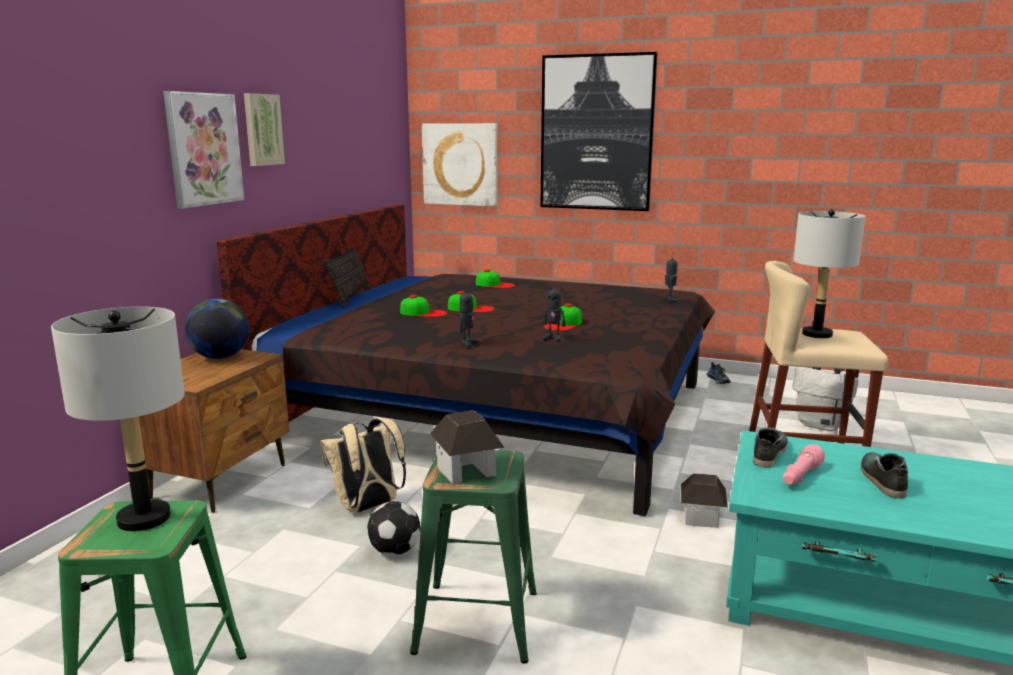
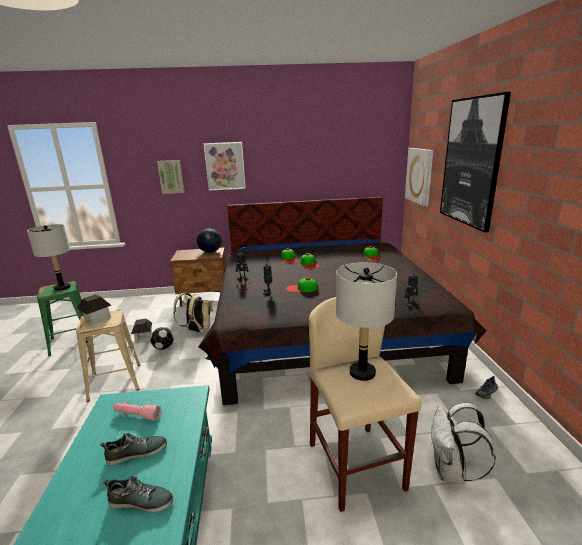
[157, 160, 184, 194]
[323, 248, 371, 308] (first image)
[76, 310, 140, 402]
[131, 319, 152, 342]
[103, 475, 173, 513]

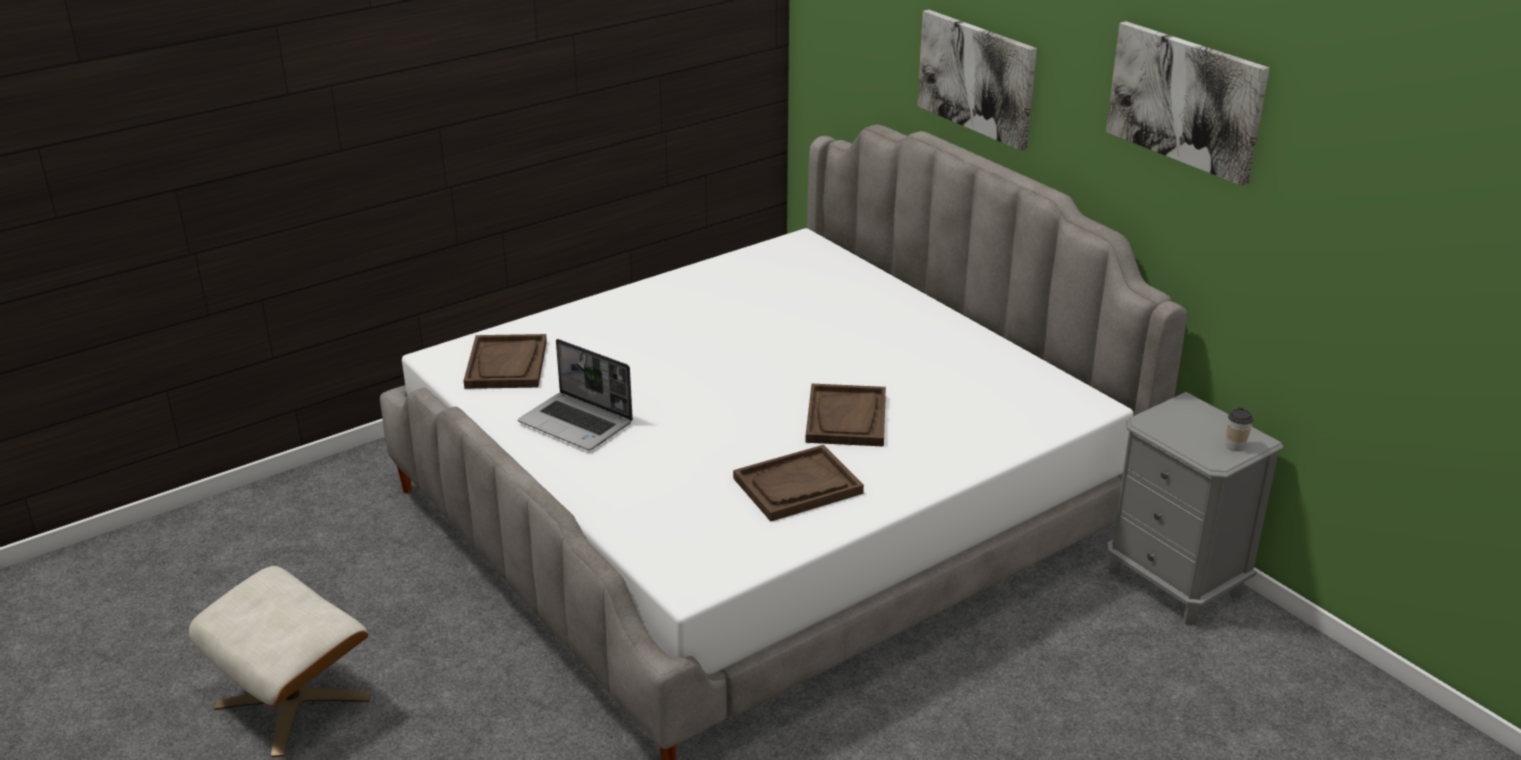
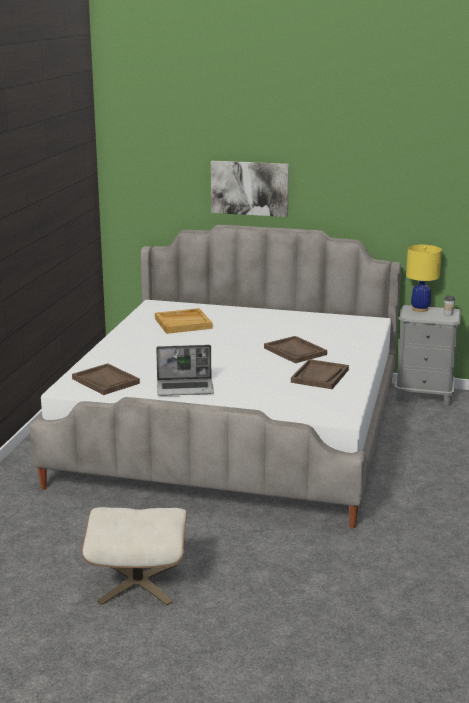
[1106, 21, 1270, 186] (first image)
[155, 308, 213, 334]
[406, 245, 442, 312]

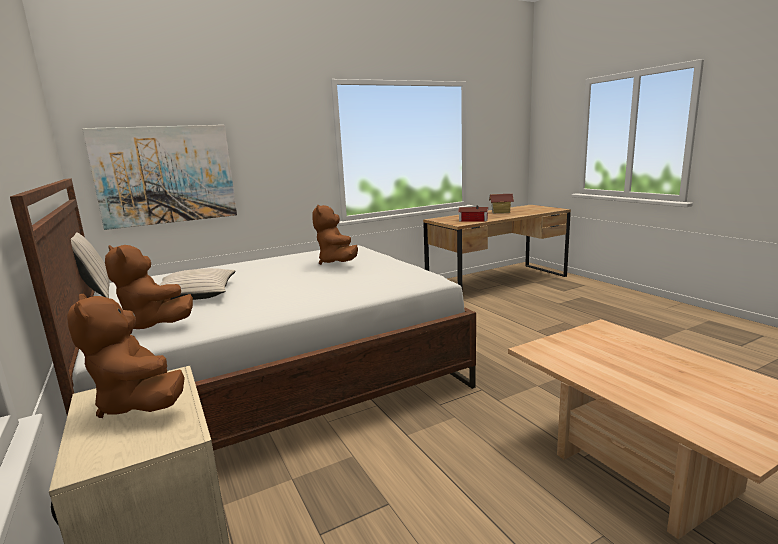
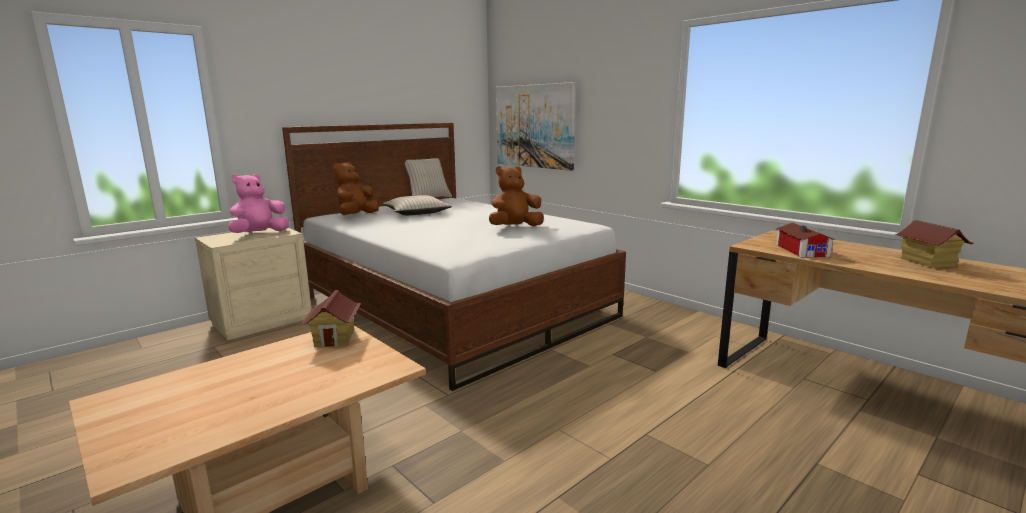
[228, 174, 289, 233]
[301, 290, 361, 347]

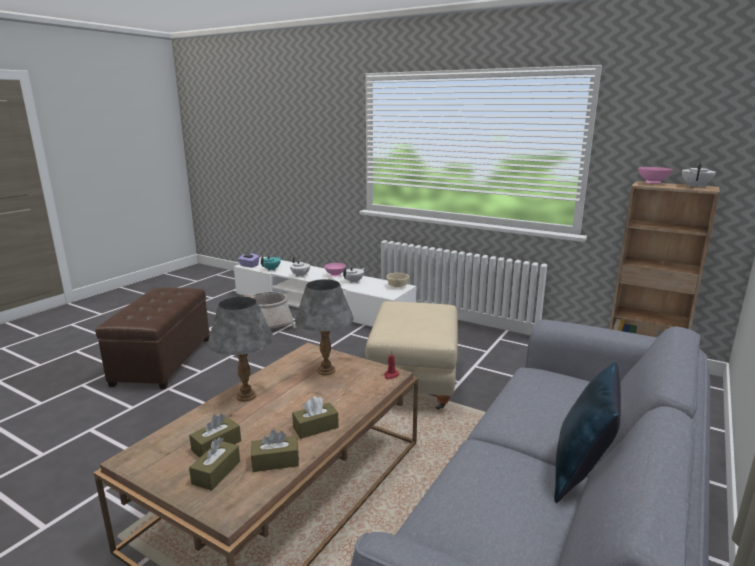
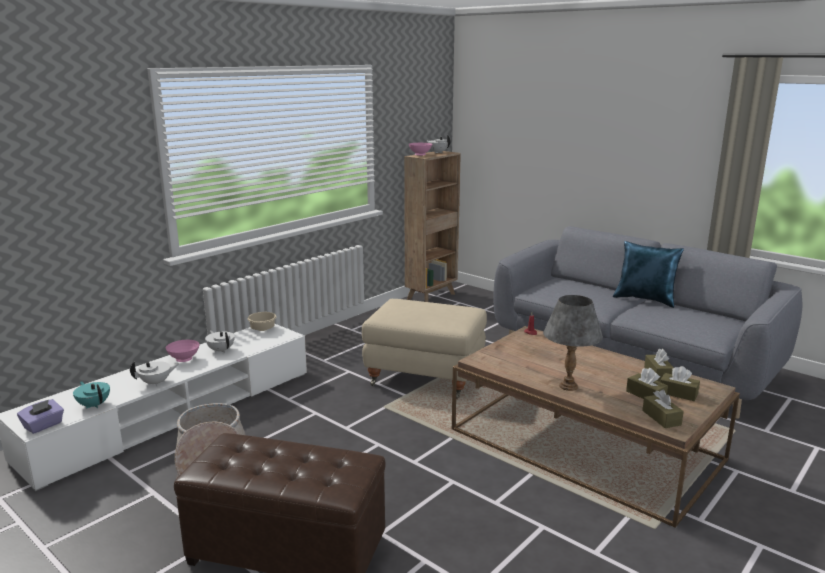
[642, 390, 684, 428]
[295, 279, 354, 375] (first image)

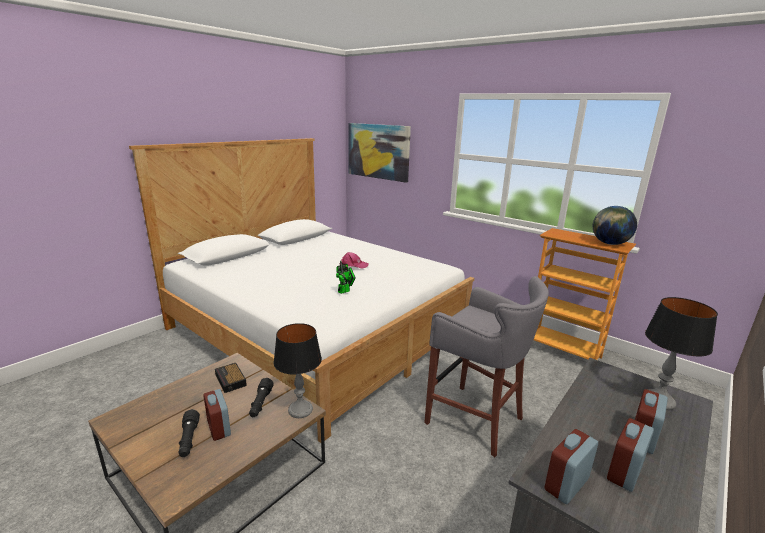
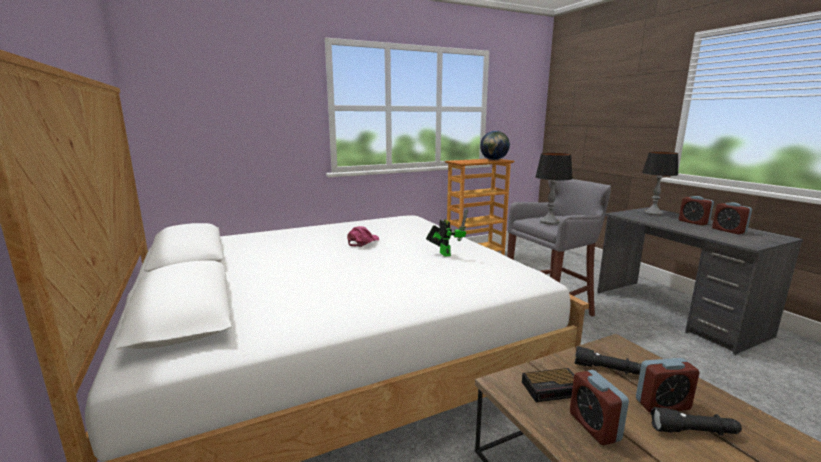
[535, 153, 573, 225]
[348, 123, 411, 183] (first image)
[570, 370, 629, 445]

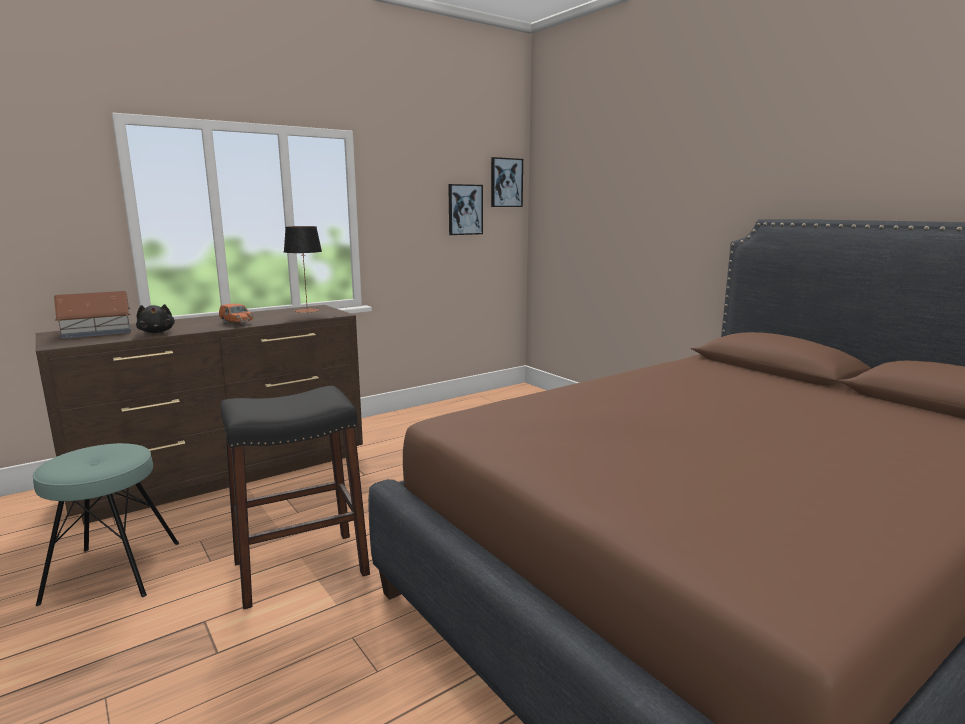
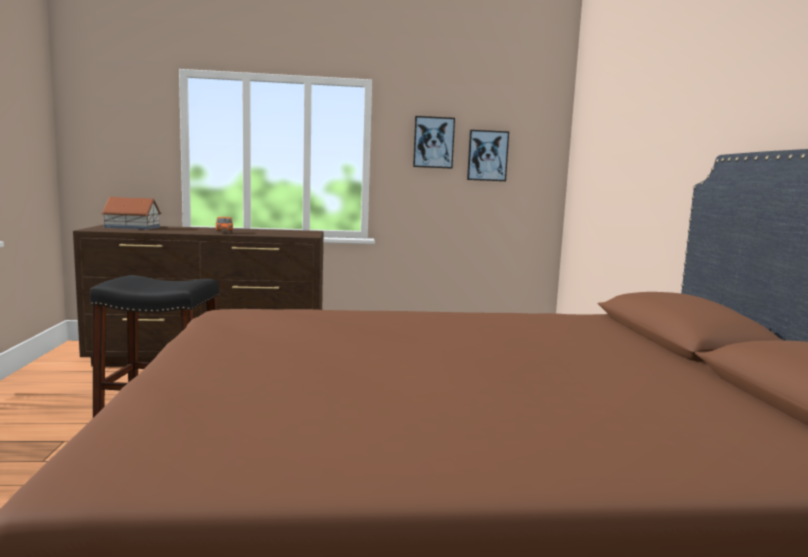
[33, 443, 179, 606] (first image)
[136, 304, 175, 333] (first image)
[284, 226, 322, 313] (first image)
[413, 116, 455, 169]

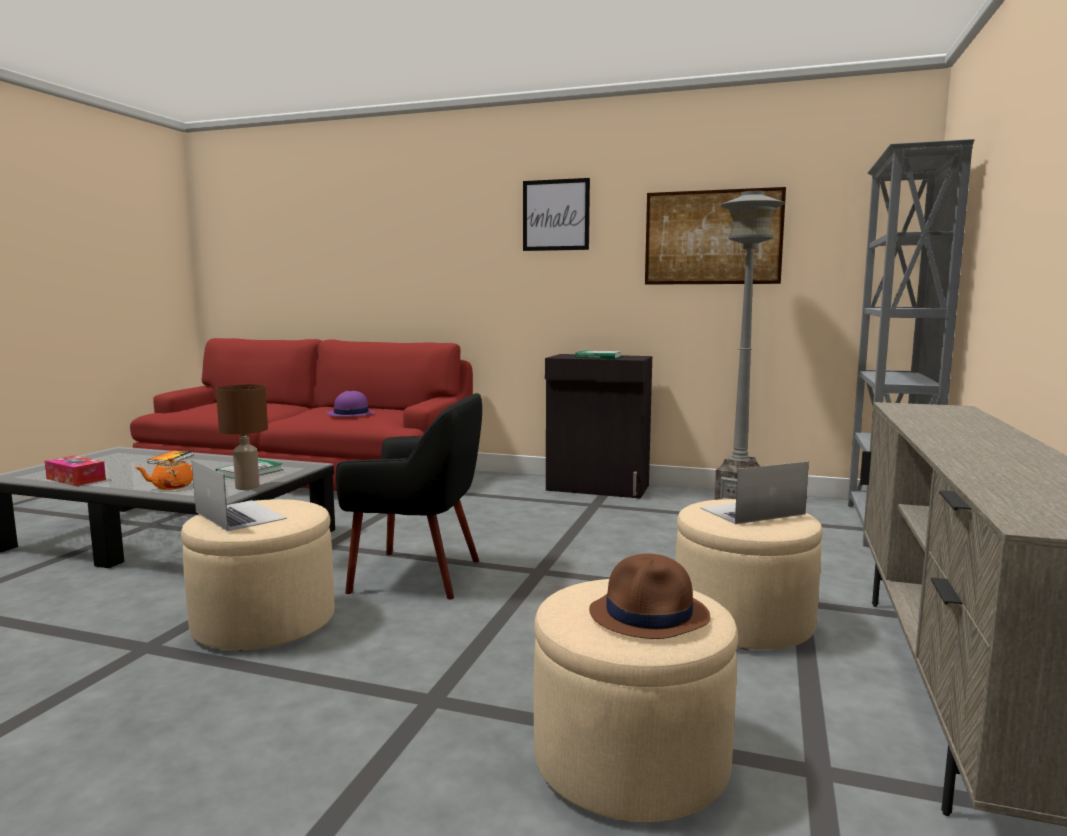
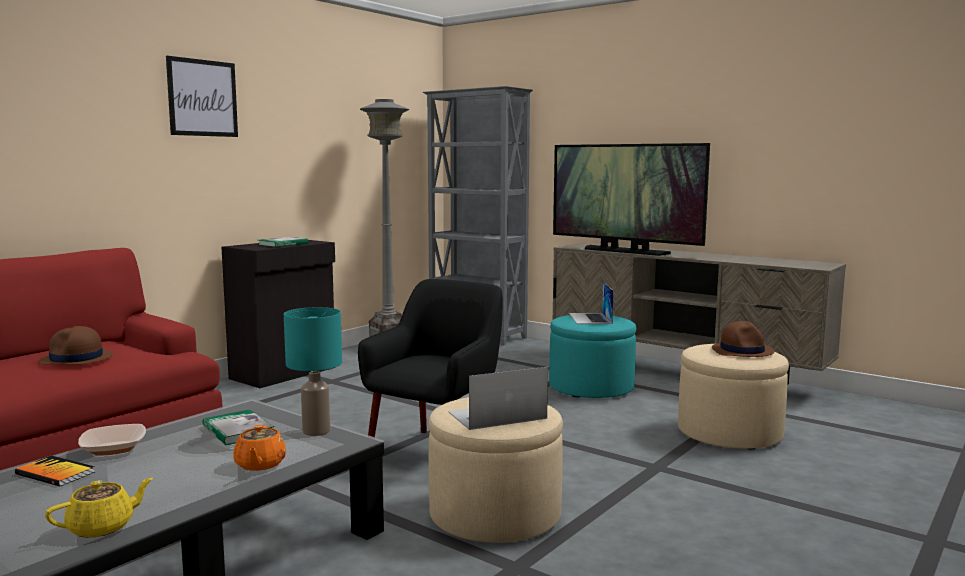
[45, 478, 153, 538]
[284, 307, 342, 436]
[38, 326, 113, 365]
[645, 187, 786, 285] (first image)
[549, 315, 636, 398]
[78, 424, 146, 456]
[553, 143, 710, 256]

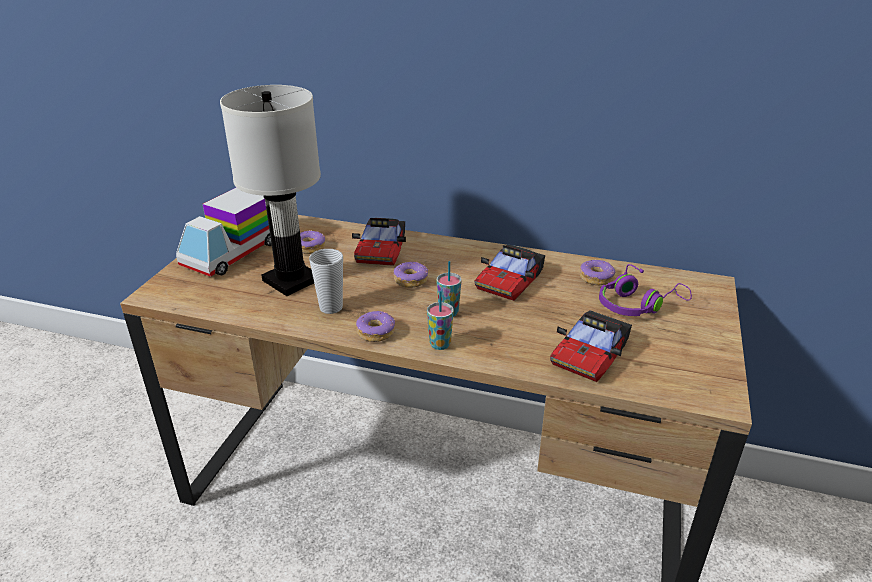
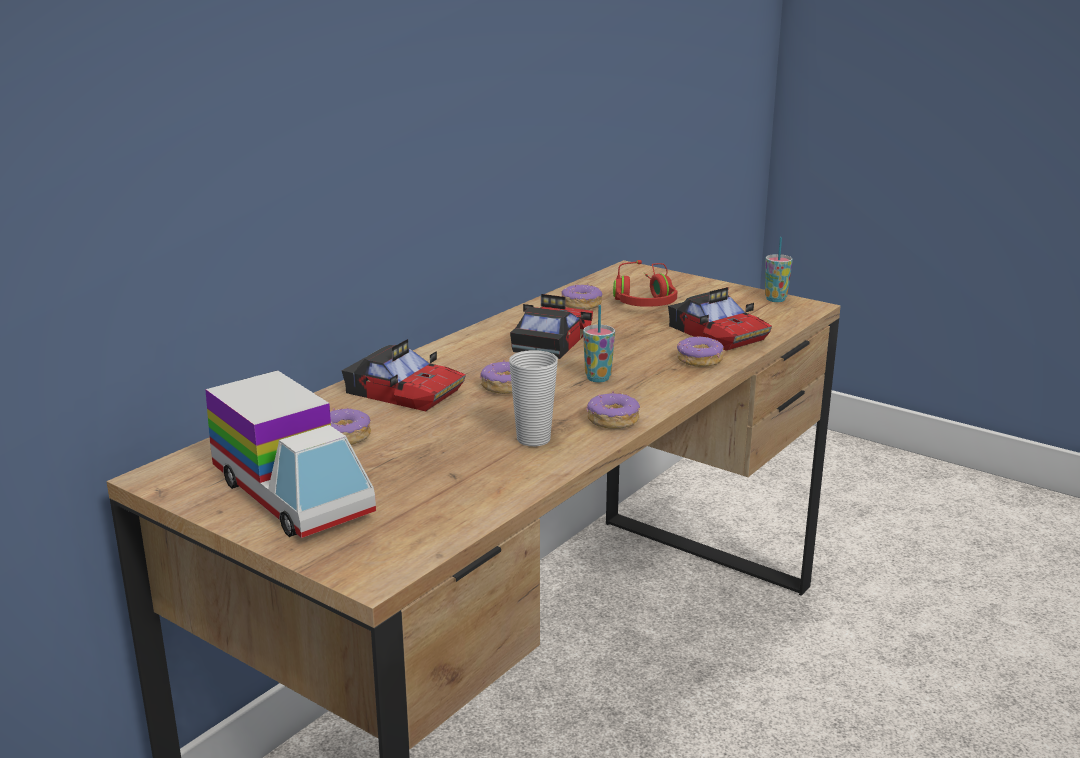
[220, 85, 321, 296] (first image)
[765, 237, 793, 302]
[510, 294, 593, 359]
[613, 260, 677, 307]
[677, 336, 724, 367]

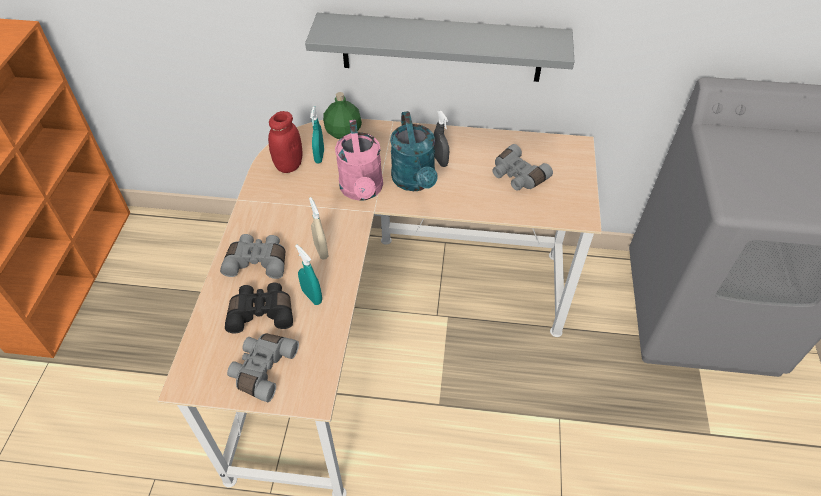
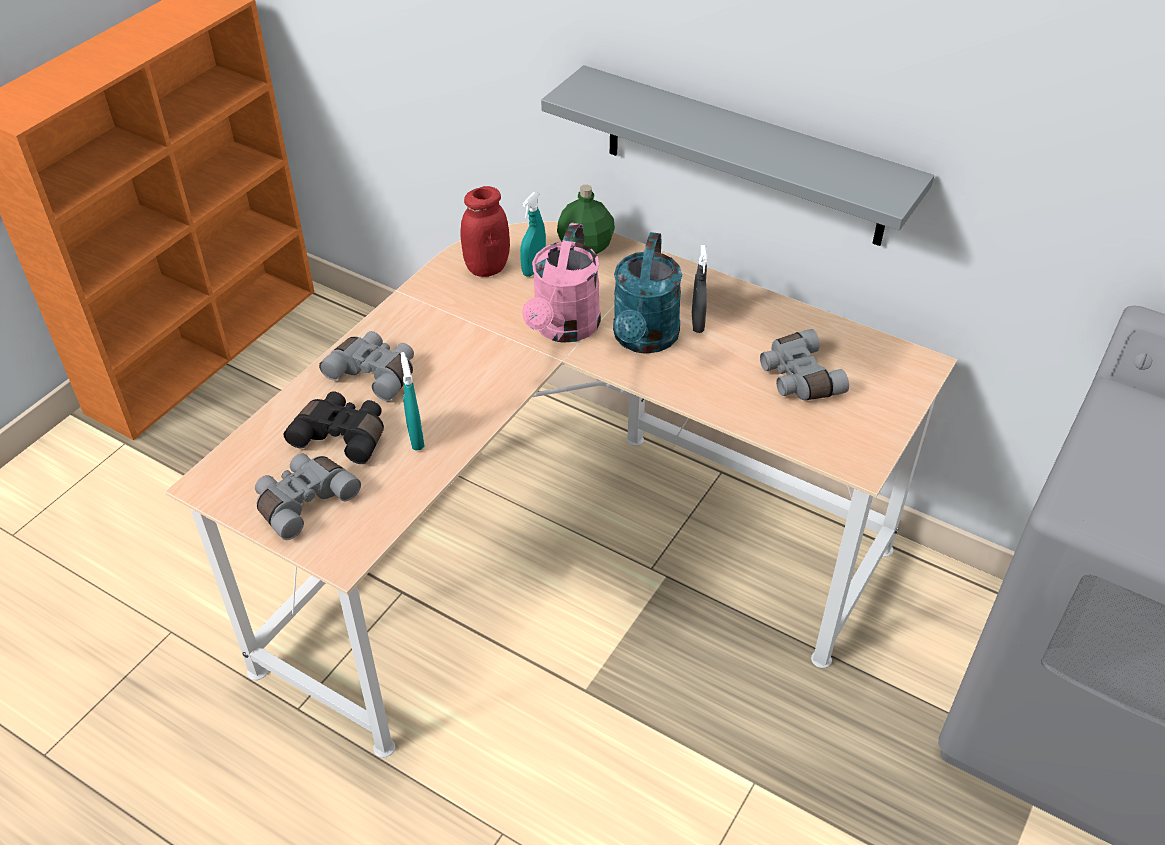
[309, 197, 328, 260] (first image)

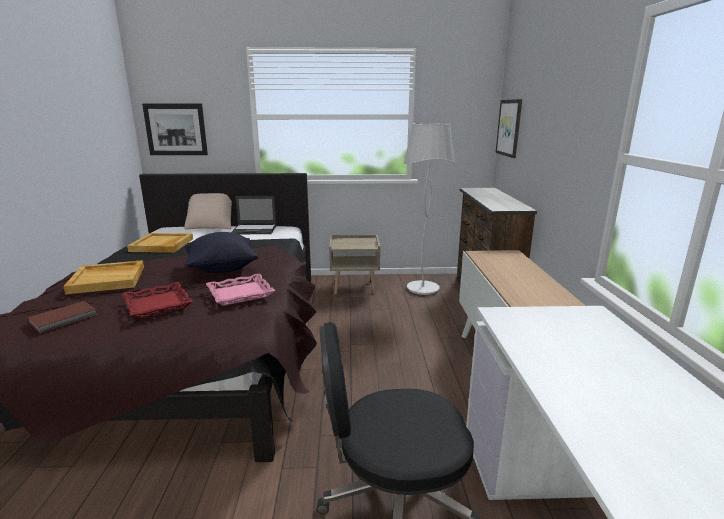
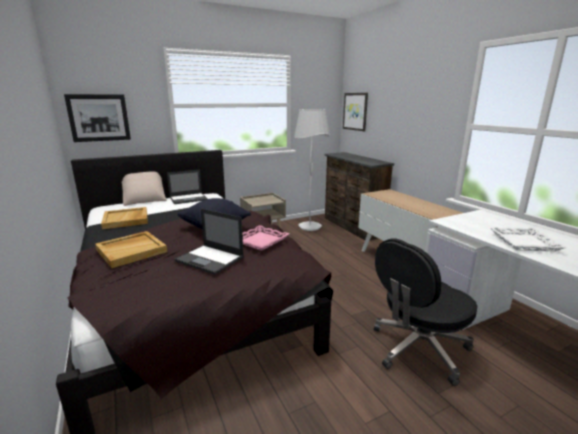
[27, 301, 97, 333] (first image)
[174, 209, 244, 275]
[490, 227, 567, 251]

